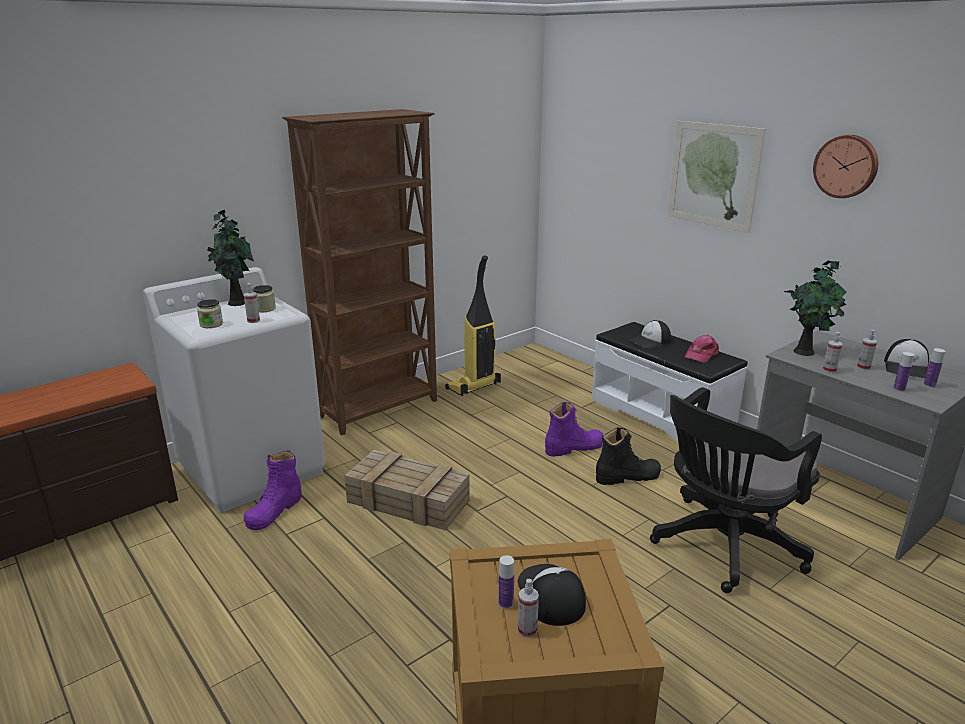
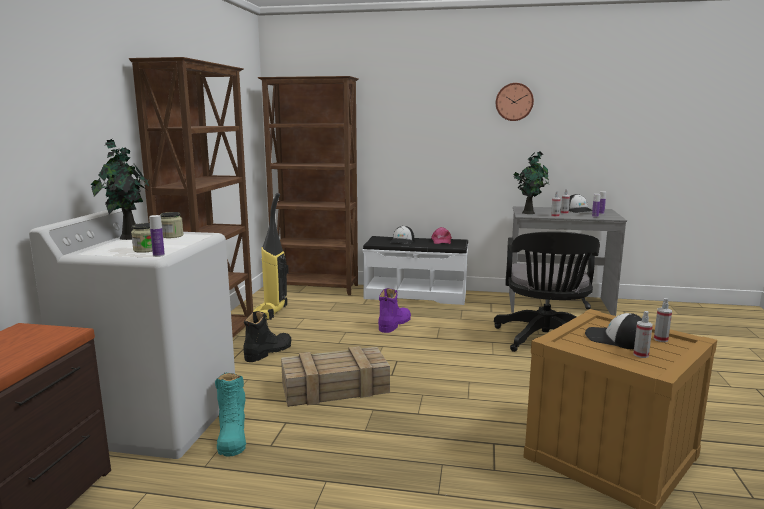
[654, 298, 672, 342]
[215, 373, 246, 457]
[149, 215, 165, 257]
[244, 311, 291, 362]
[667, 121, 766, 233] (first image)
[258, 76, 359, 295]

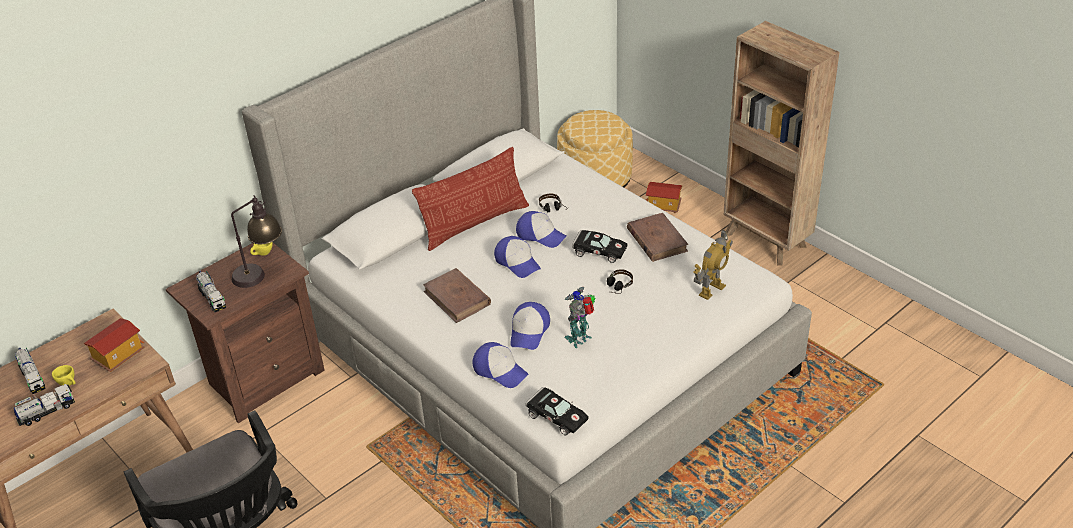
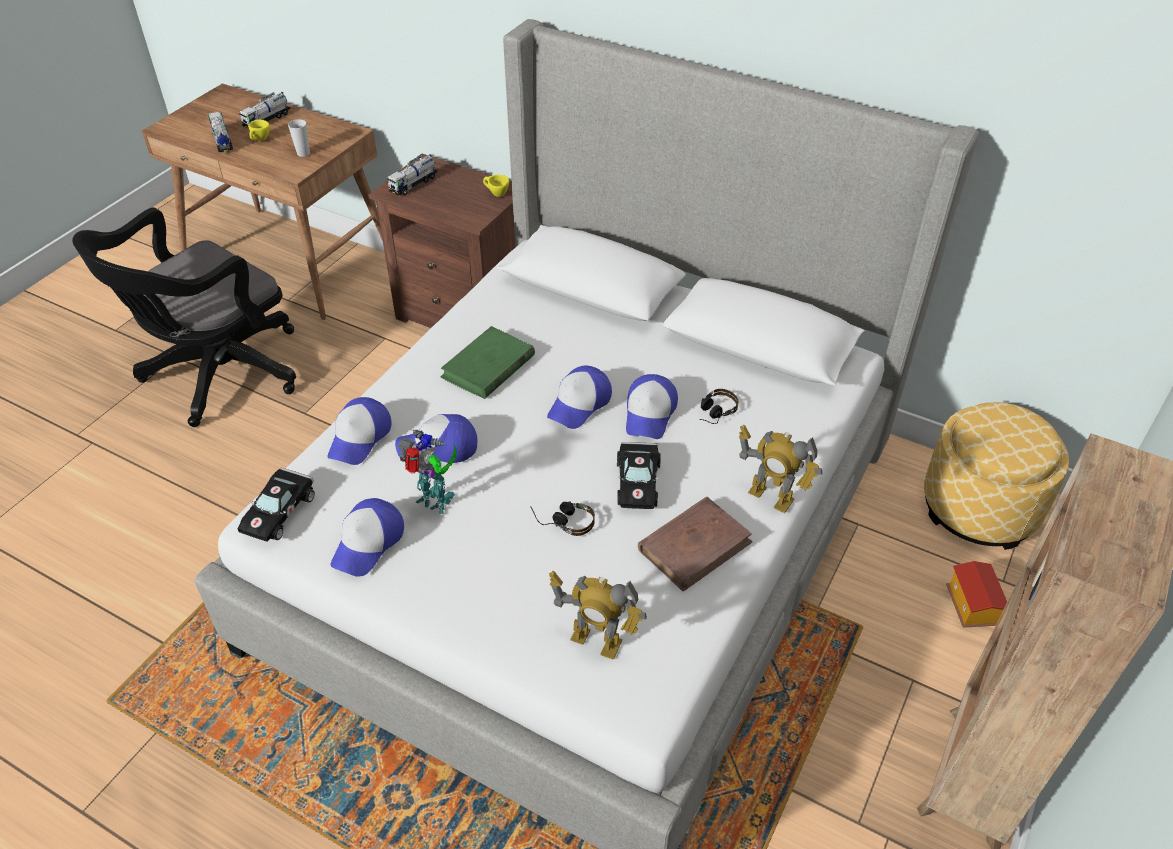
[208, 111, 233, 152]
[288, 119, 310, 157]
[231, 195, 282, 288] (first image)
[412, 147, 529, 251] (first image)
[440, 326, 535, 399]
[331, 498, 404, 577]
[739, 424, 822, 513]

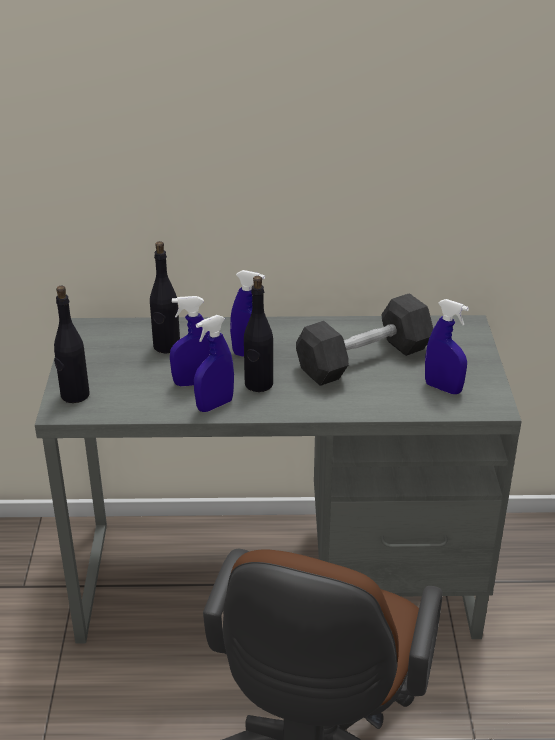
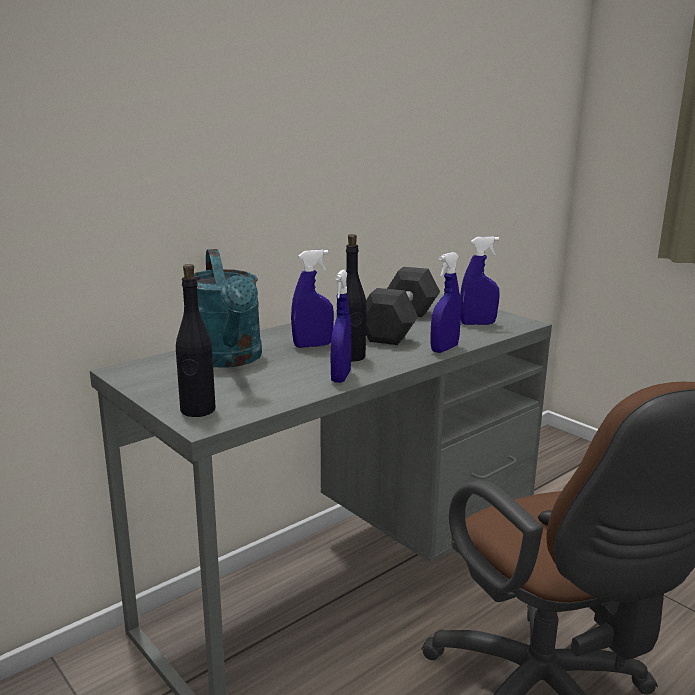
[194, 249, 262, 368]
[431, 252, 461, 353]

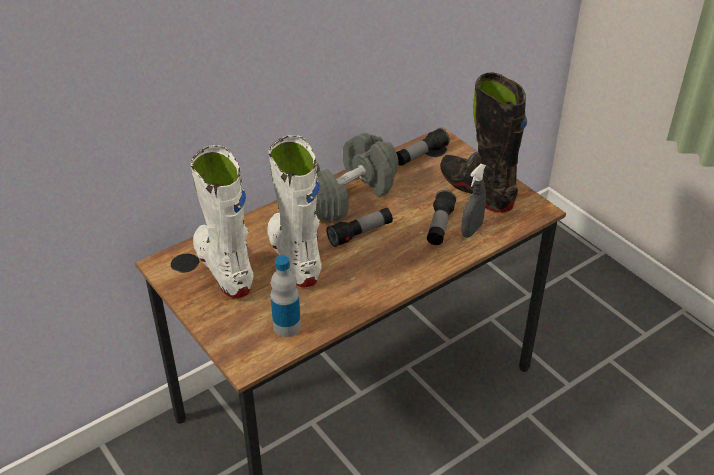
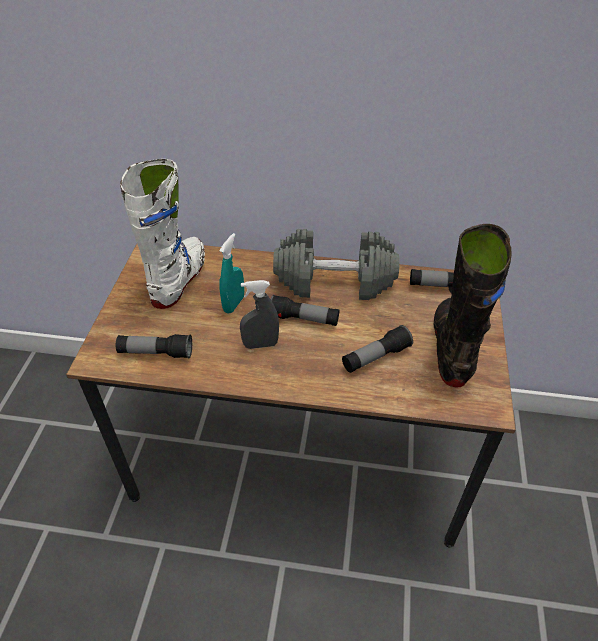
[220, 233, 244, 313]
[116, 334, 192, 359]
[240, 280, 279, 349]

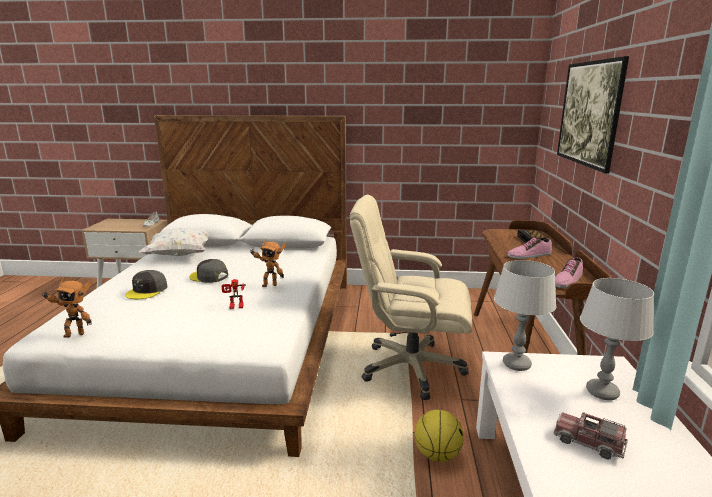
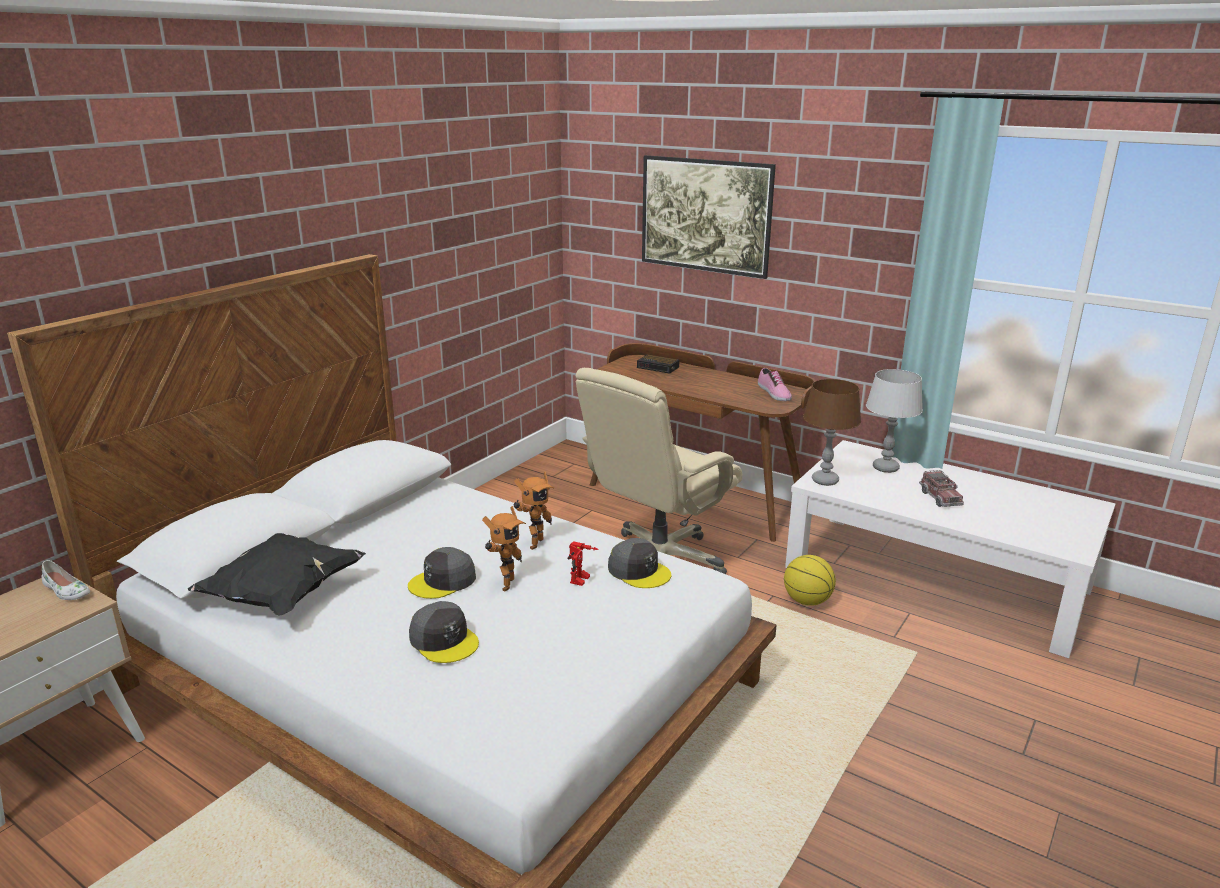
[482, 506, 526, 592]
[188, 533, 366, 615]
[803, 379, 861, 486]
[507, 238, 552, 259] (first image)
[919, 470, 964, 507]
[608, 538, 671, 588]

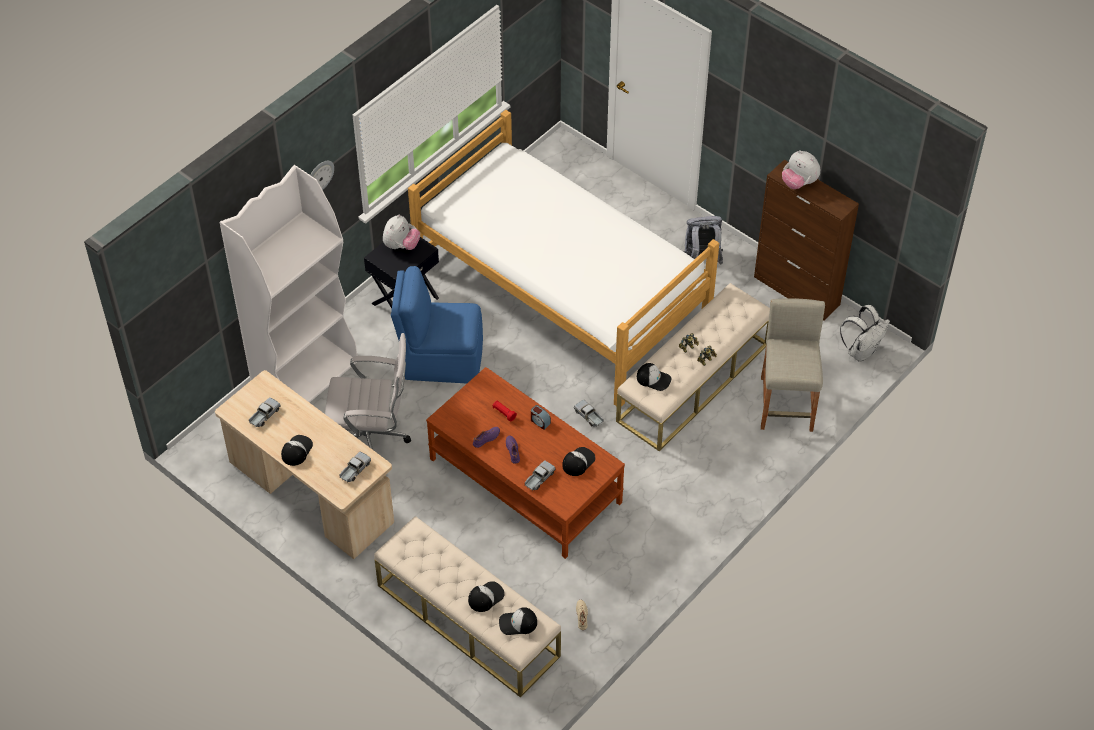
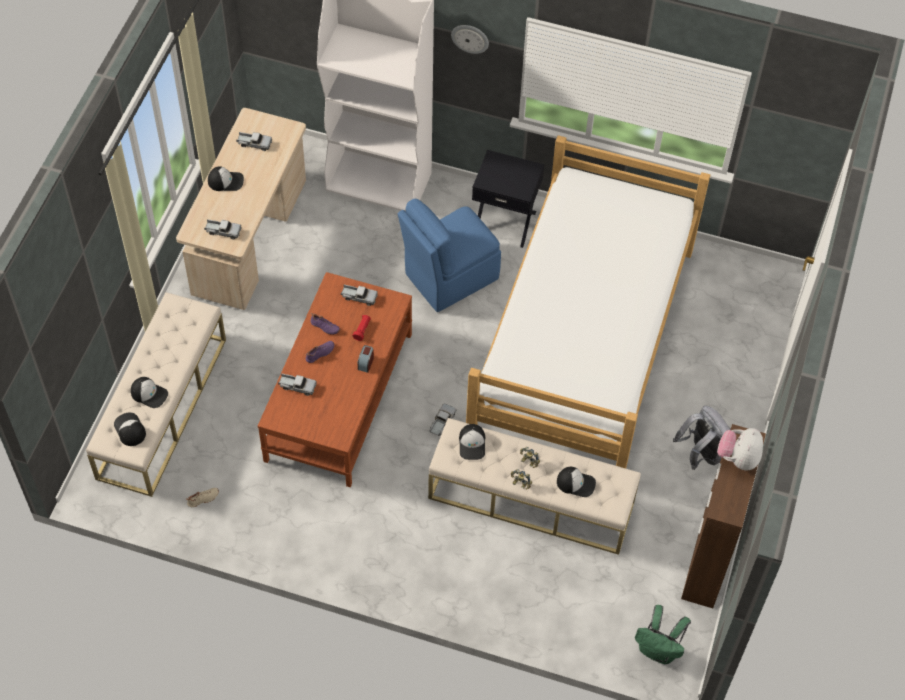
[325, 333, 411, 450] (first image)
[383, 214, 420, 250] (first image)
[398, 199, 501, 312]
[557, 467, 596, 497]
[761, 298, 825, 432] (first image)
[635, 605, 691, 664]
[341, 285, 378, 306]

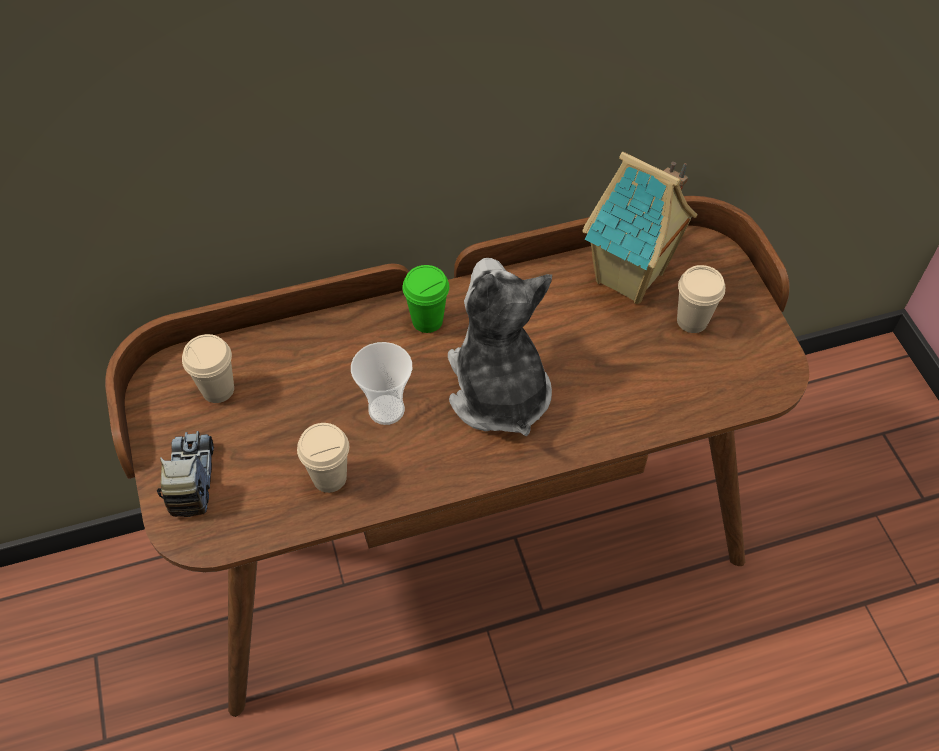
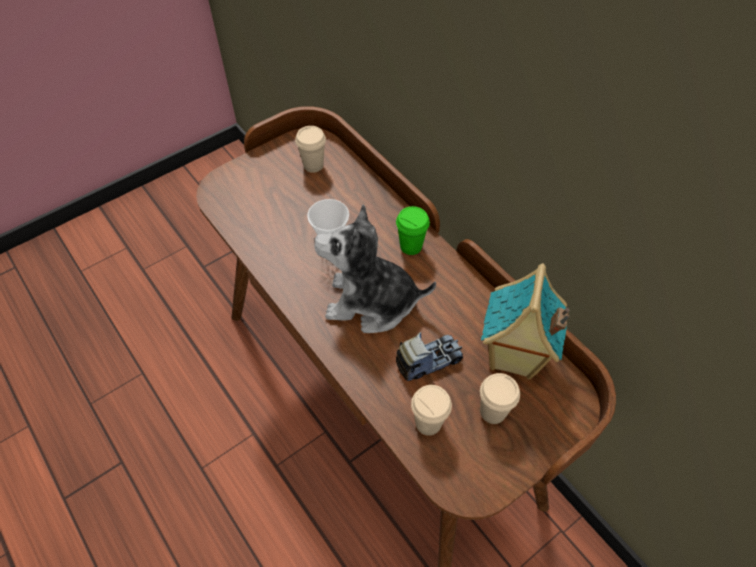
[396, 332, 463, 381]
[411, 385, 452, 436]
[314, 204, 436, 333]

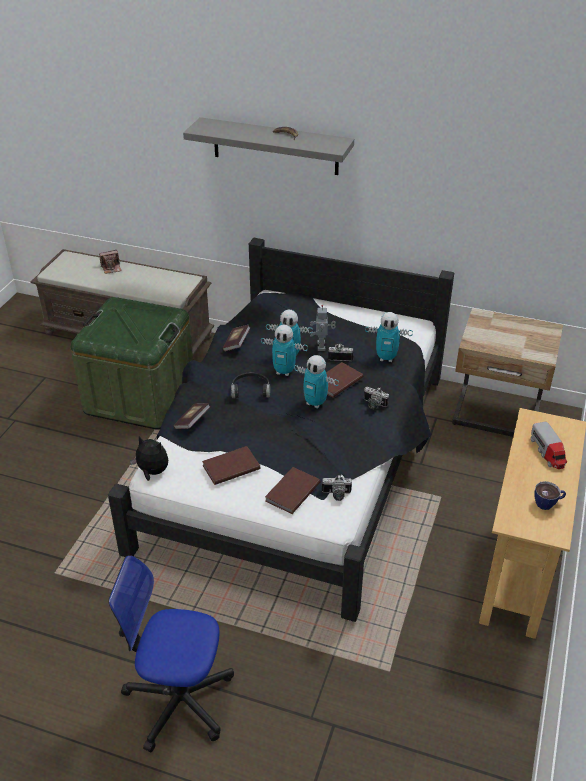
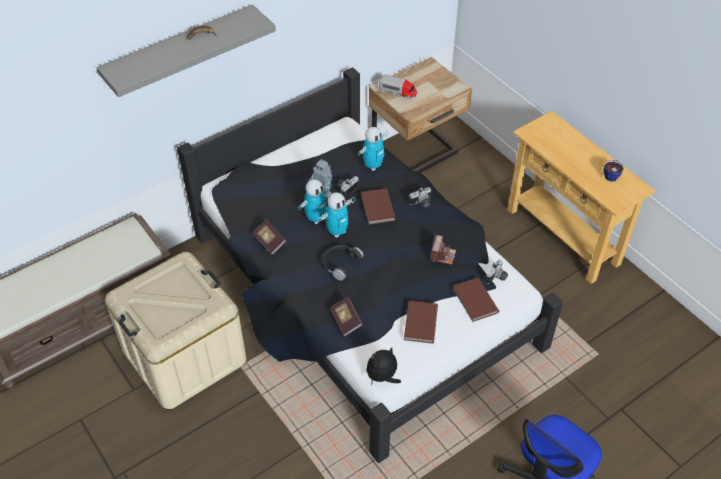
[105, 252, 246, 410]
[431, 235, 456, 265]
[294, 355, 339, 409] (first image)
[379, 75, 417, 99]

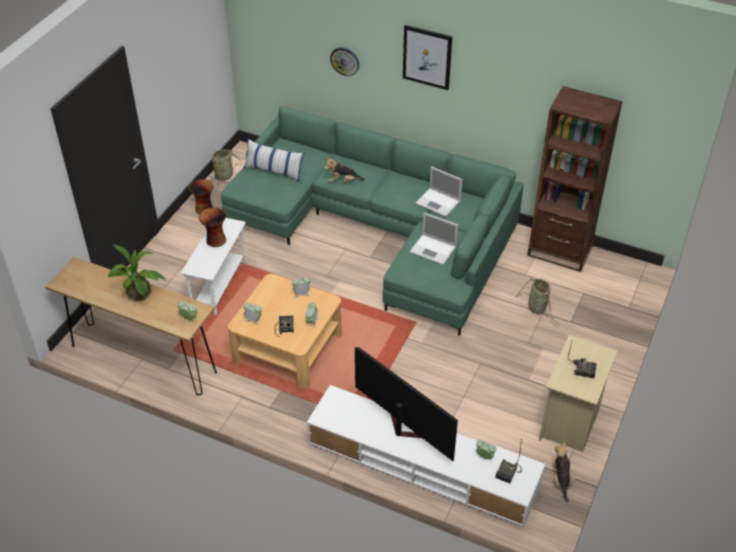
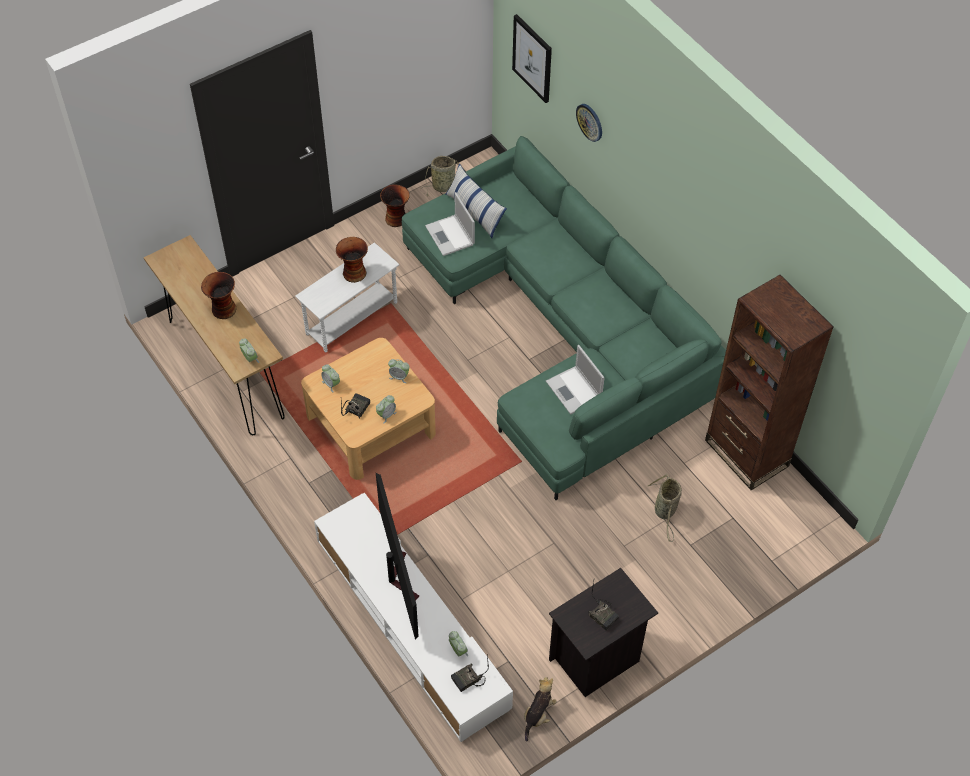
[201, 272, 236, 319]
[324, 158, 365, 182] (first image)
[512, 14, 552, 103]
[425, 192, 475, 256]
[549, 568, 658, 697]

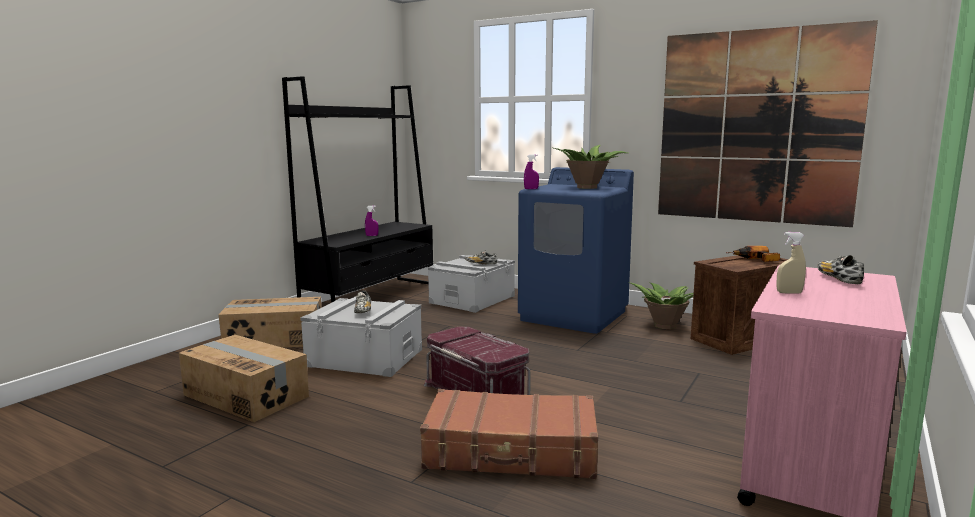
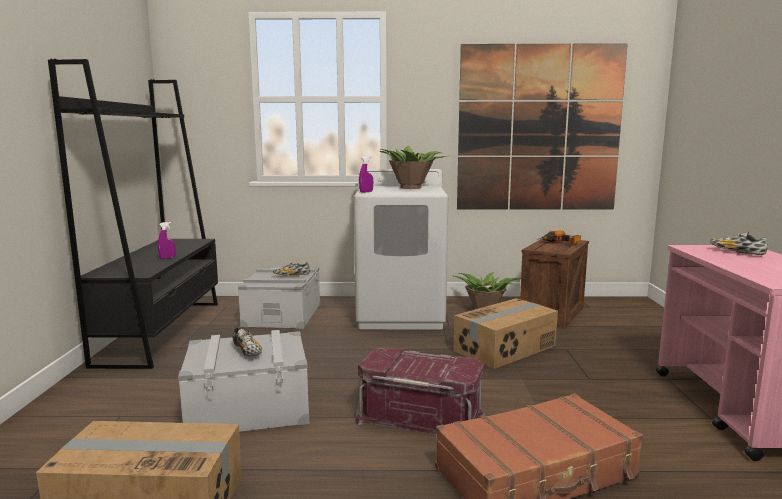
[454, 298, 558, 369]
[354, 169, 448, 329]
[777, 232, 806, 294] (first image)

